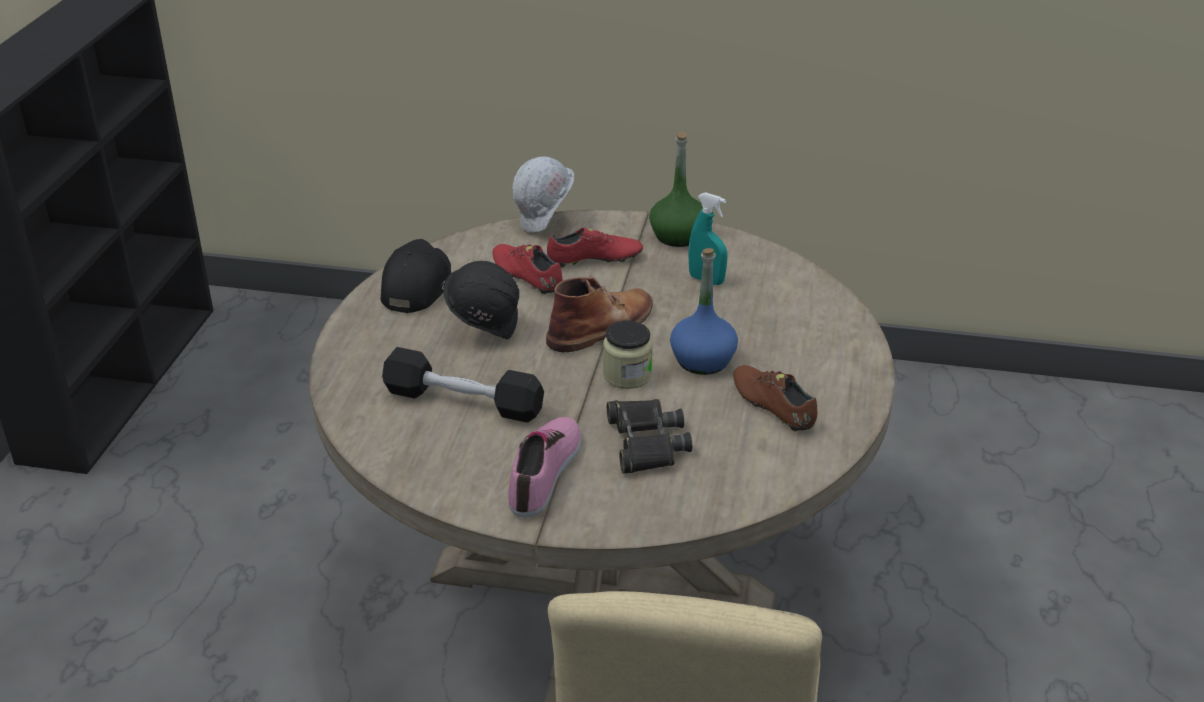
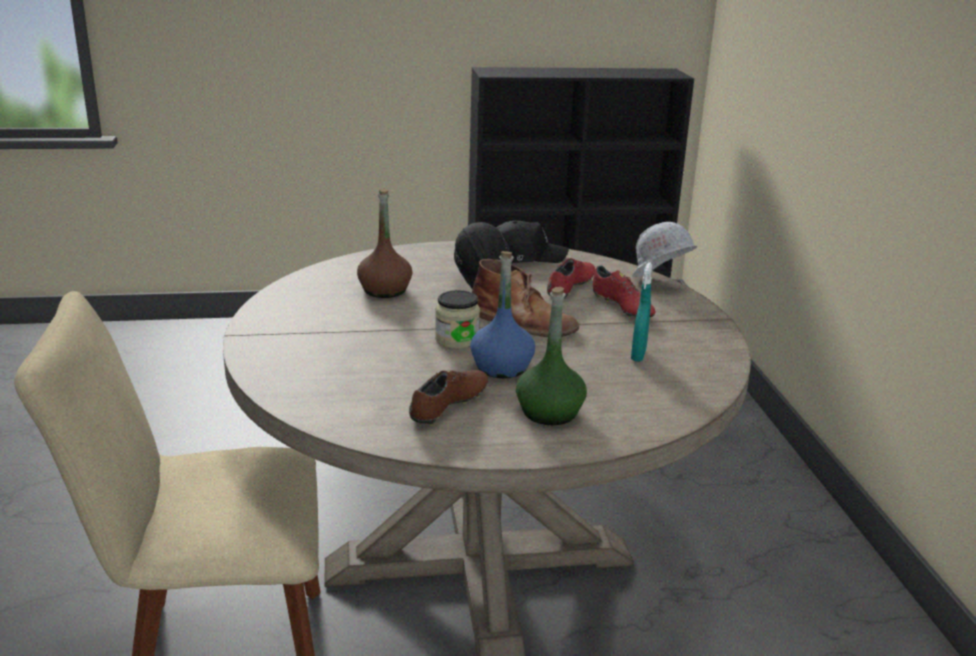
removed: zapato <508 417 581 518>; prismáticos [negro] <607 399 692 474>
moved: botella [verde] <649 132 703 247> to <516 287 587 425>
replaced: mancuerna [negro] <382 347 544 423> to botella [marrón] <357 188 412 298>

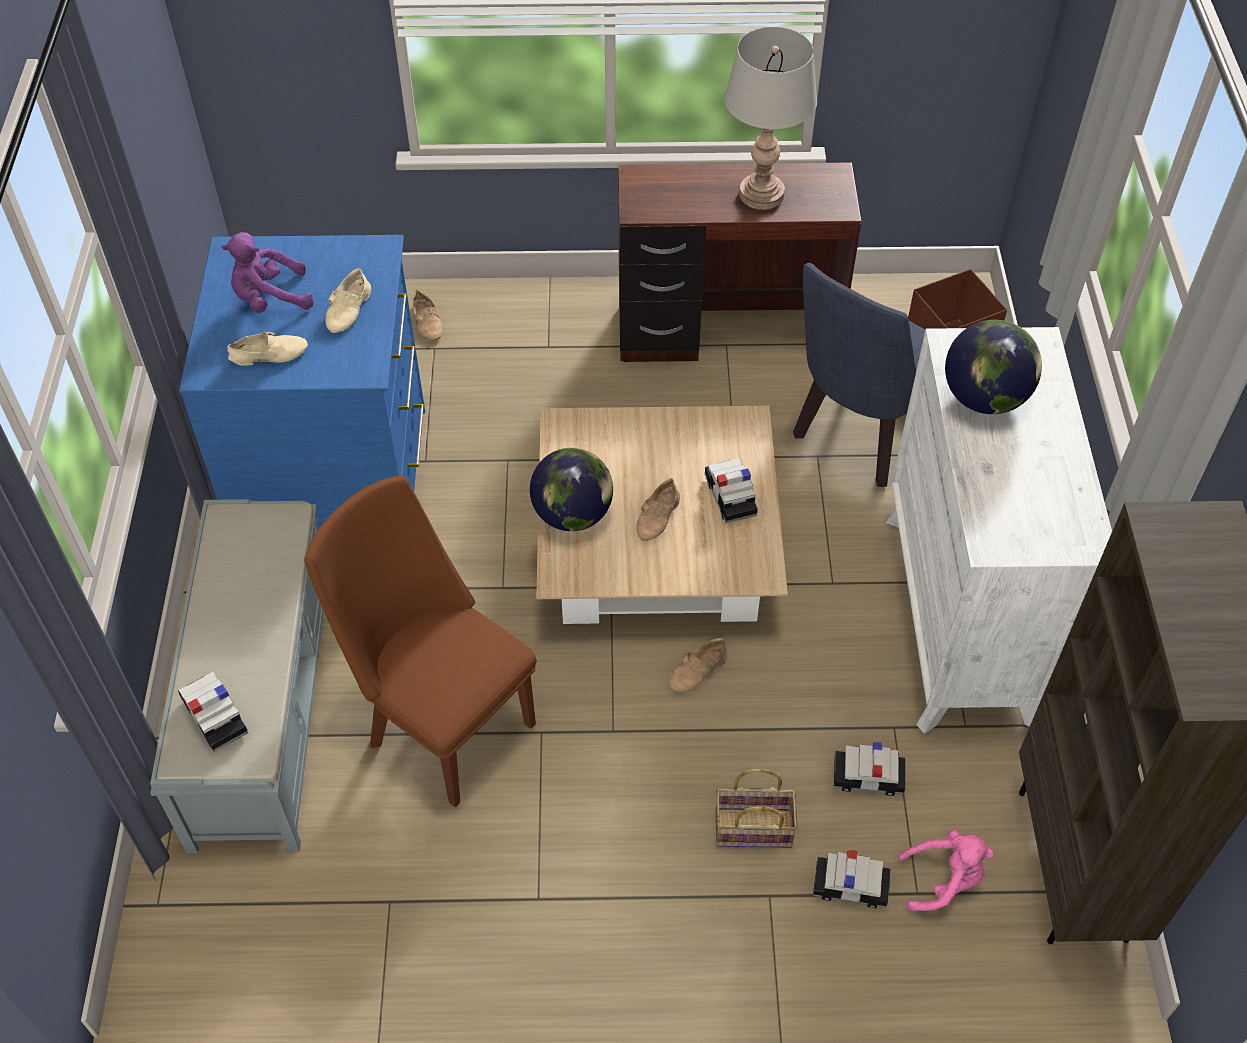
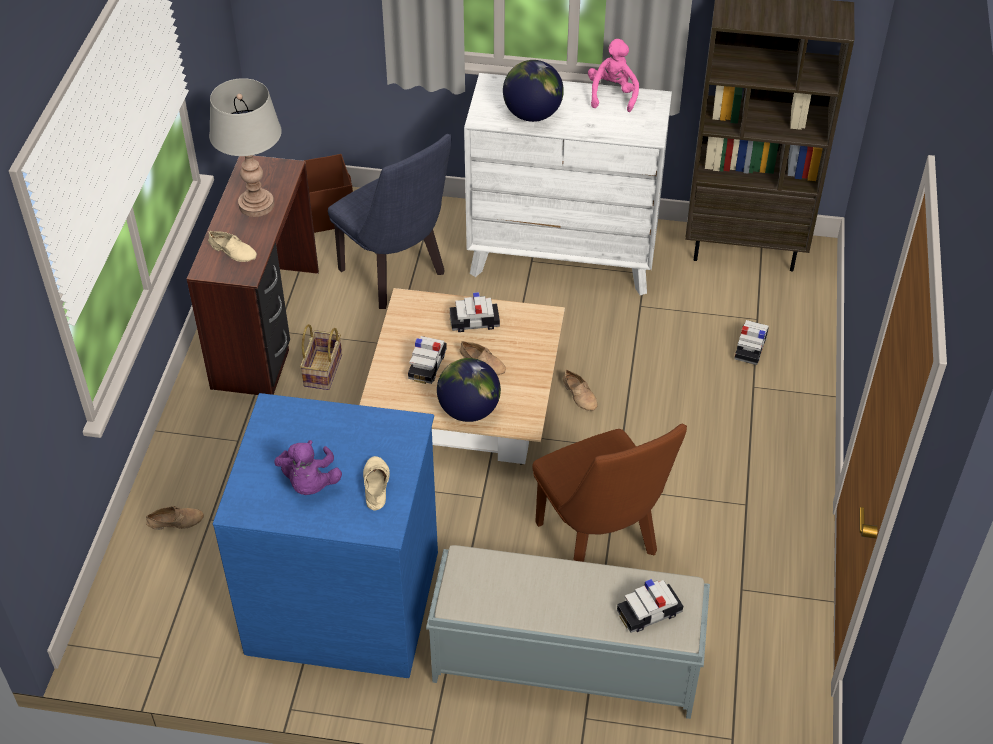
moved: zapato [beis] <326 268 371 333> to <208 231 257 262>; cesta <715 769 798 848> to <300 324 342 390>; coche de juguete <833 742 905 796> to <408 336 447 384>; peluche [rosa] <898 829 994 911> to <588 39 639 112>
turned: silla [marrón] <304 475 536 807> = <532 424 687 562> 75 degrees counterclockwise

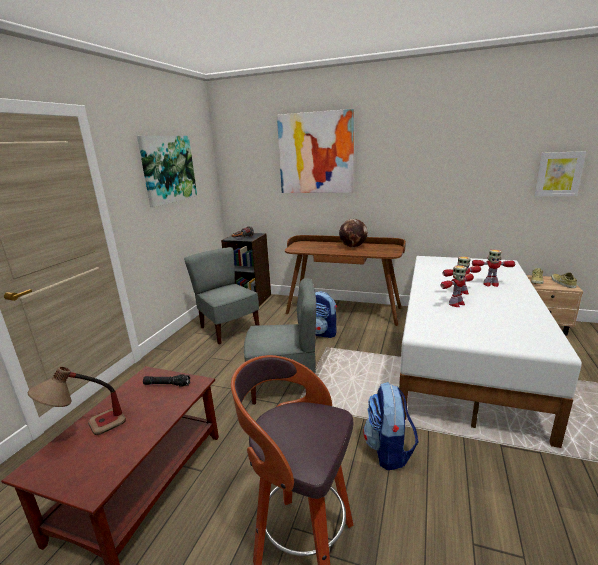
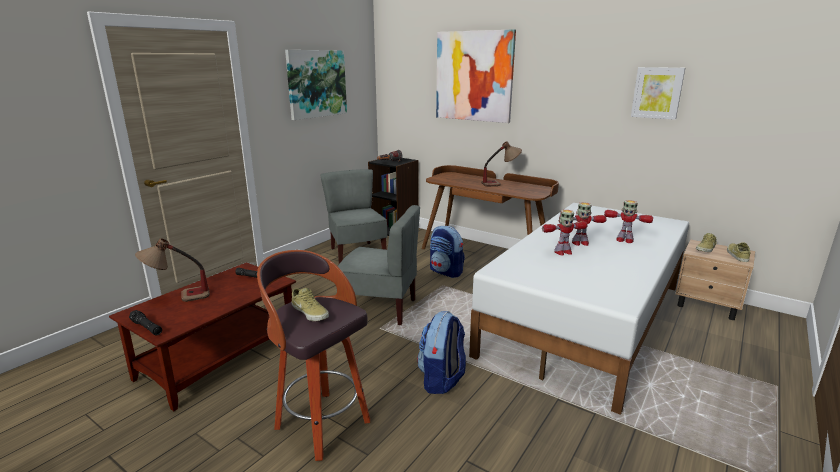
added: linterna [negro] <129 310 162 335>; zapato [beis] <291 288 329 321>
moved: cuadro <534 151 586 196> to <631 67 685 120>
replaced: globo terráqueo <339 219 368 247> to lámpara de mesa <481 141 522 186>

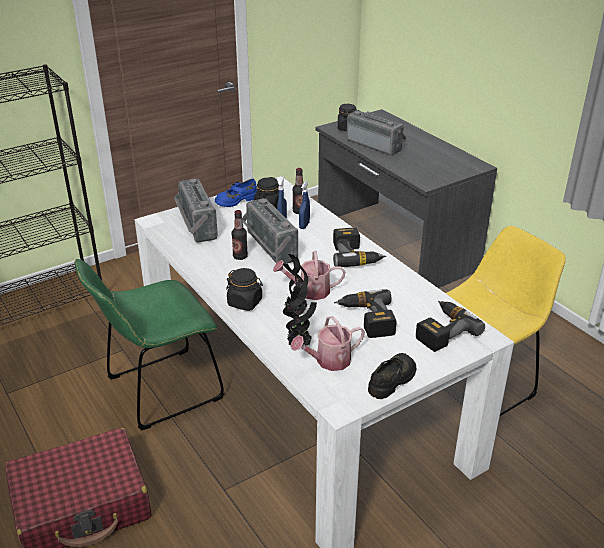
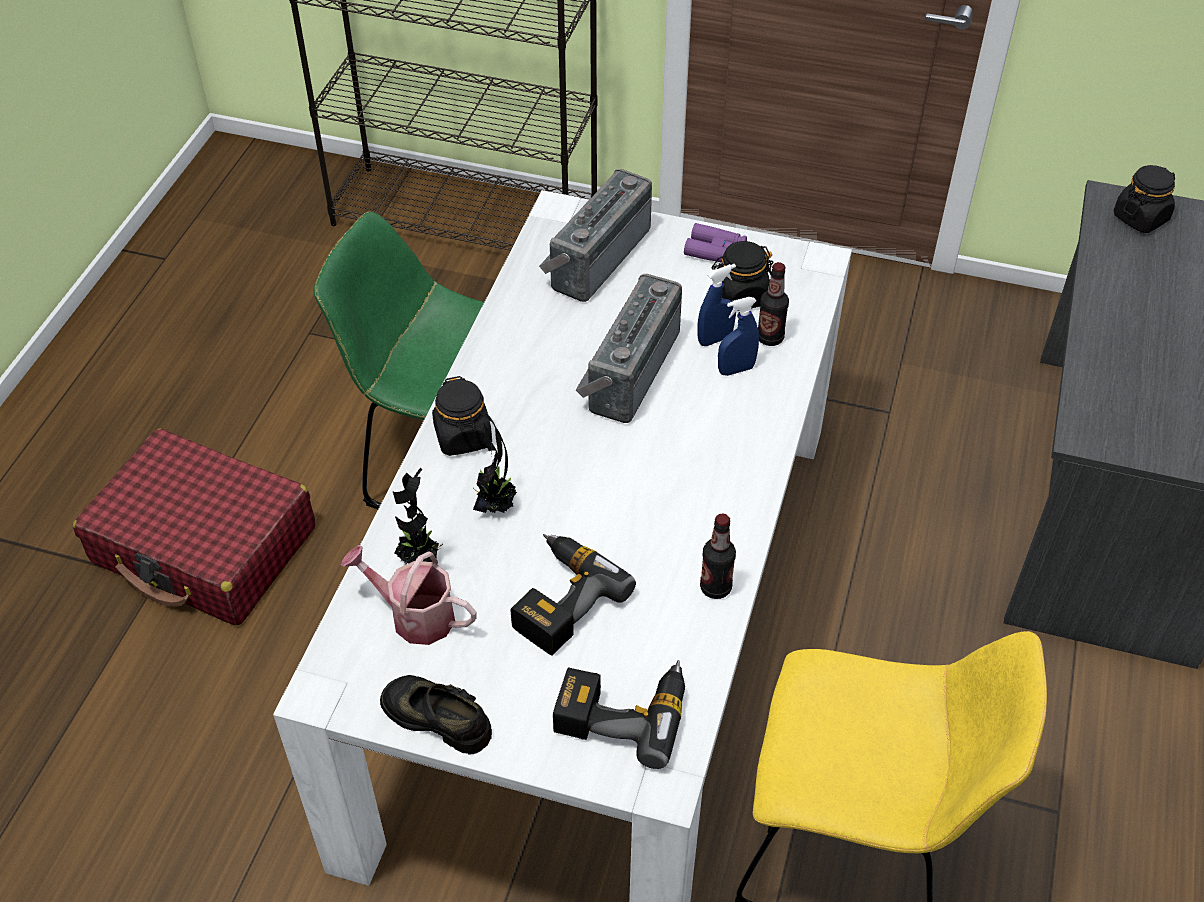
removed: regadera <273 251 345 300>; taladro <333 228 386 267>; radio <347 110 407 155>
moved: botella <232 210 248 260> to <700 514 736 599>
replaced: zapato [azul] <215 179 257 207> to prismáticos [morado] <684 223 747 263>
turned: zapato [negro] <368 353 416 399> = <380 675 492 755> 150 degrees counterclockwise

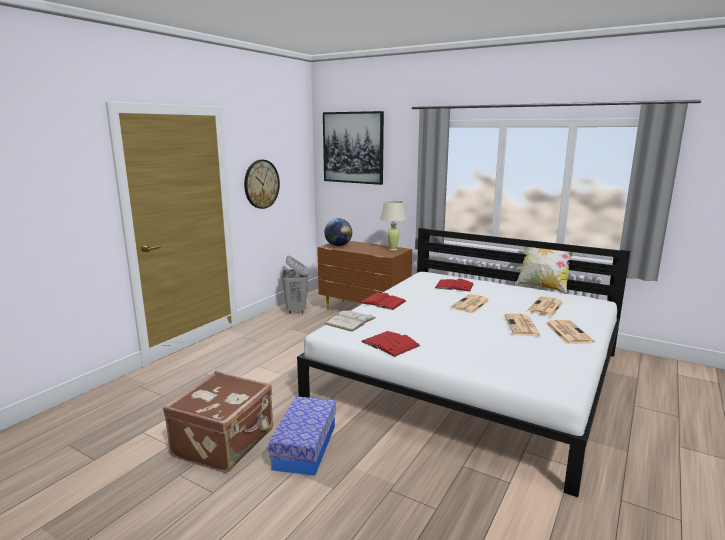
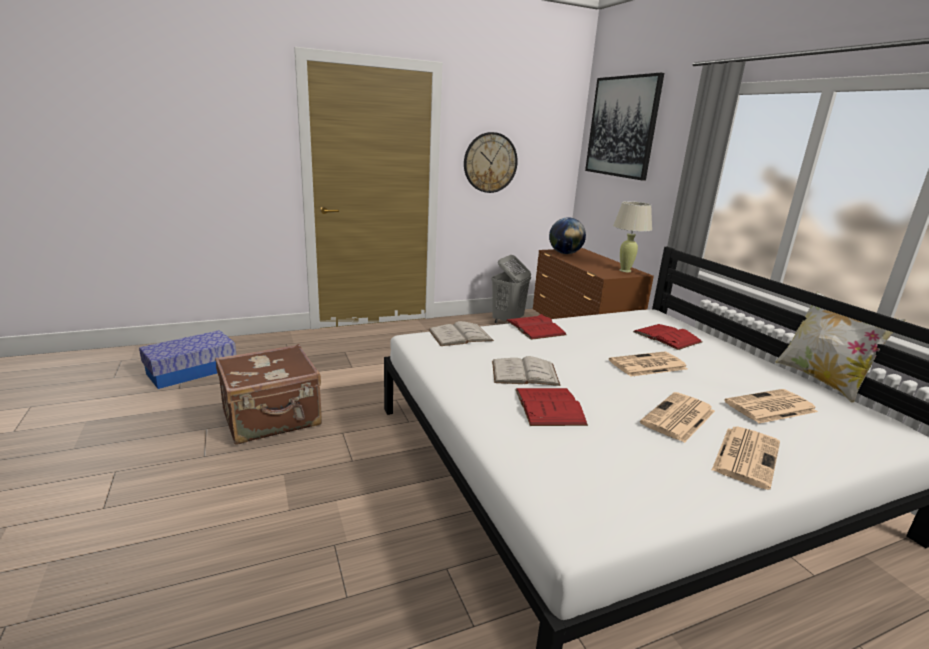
added: libro [blanco] <492 356 561 386>
moved: caja de almacenaje <268 396 336 476> to <139 330 237 389>; libro [rojo] <361 331 420 357> to <515 388 588 426>

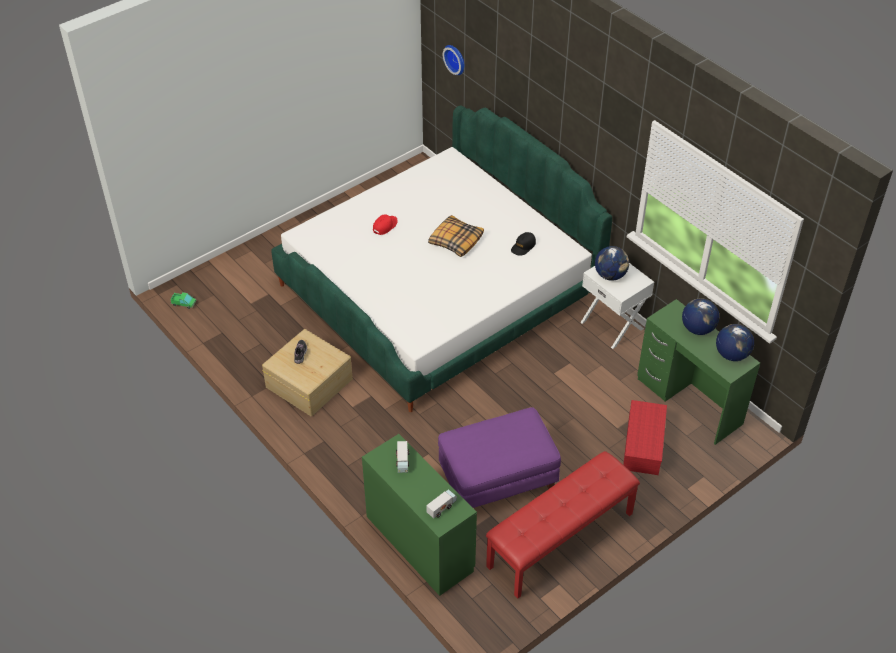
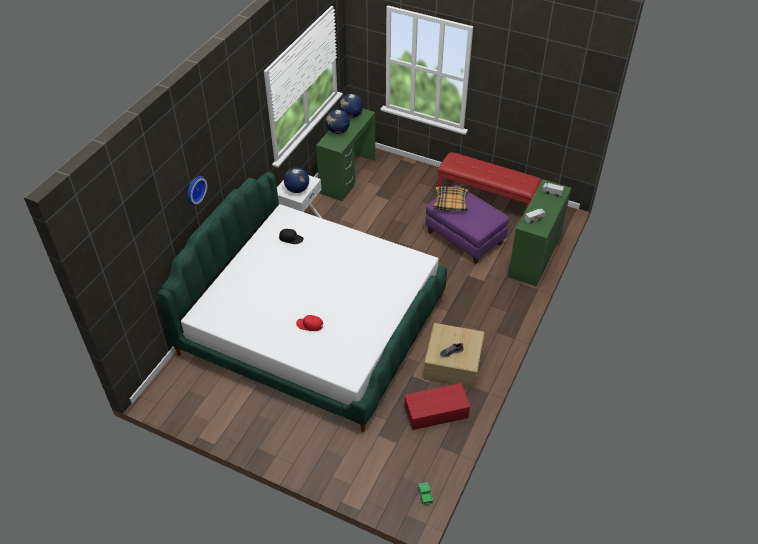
moved: reloj de pared <443 45 464 75> to <187 176 207 205>; caja de almacenaje [rojo] <623 400 667 475> to <404 383 470 430>; cojín <428 215 484 257> to <433 187 469 212>

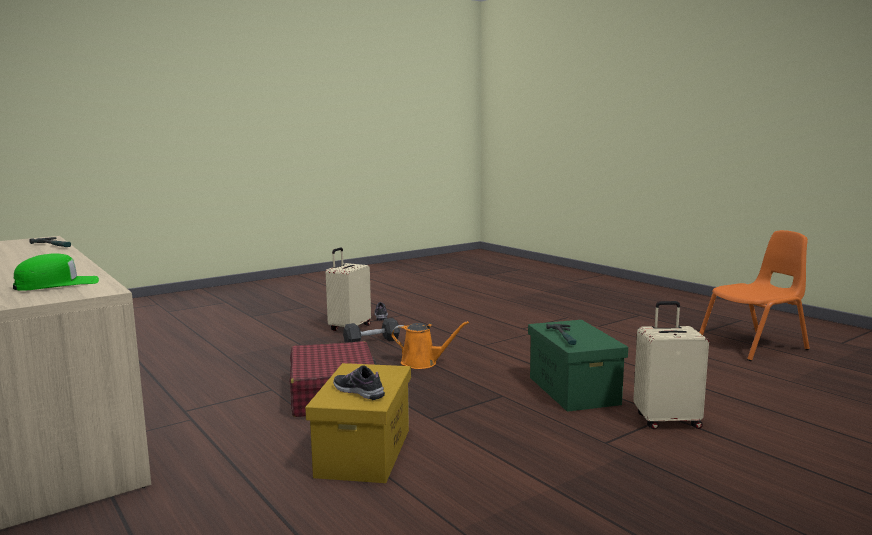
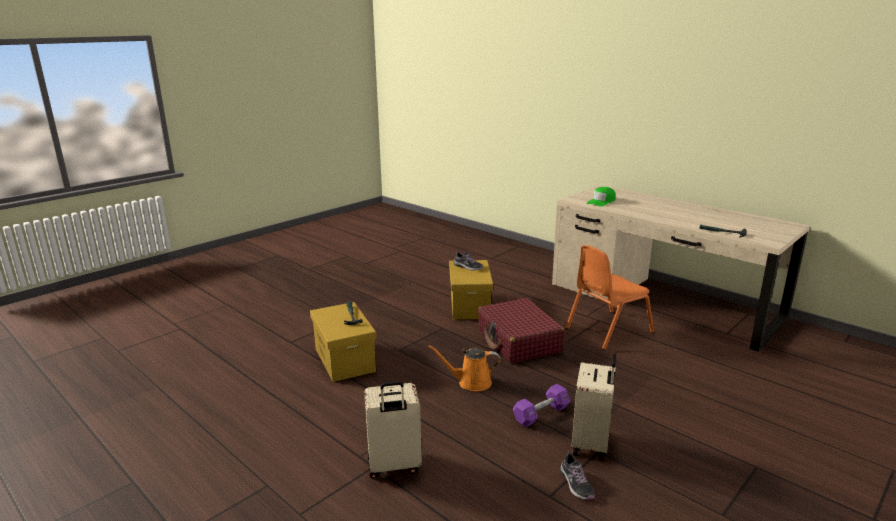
moved: maleta [beis] <633 301 709 429> to <364 381 422 479>; silla [naranja] <699 230 810 361> to <566 245 654 350>
recoloured: caja de almacenaje [verde] <528 320 628 412> to caja de almacenaje [amarillo] <310 302 376 382>; mancuerna [negro] <343 318 400 343> to mancuerna [morado] <513 384 570 427>

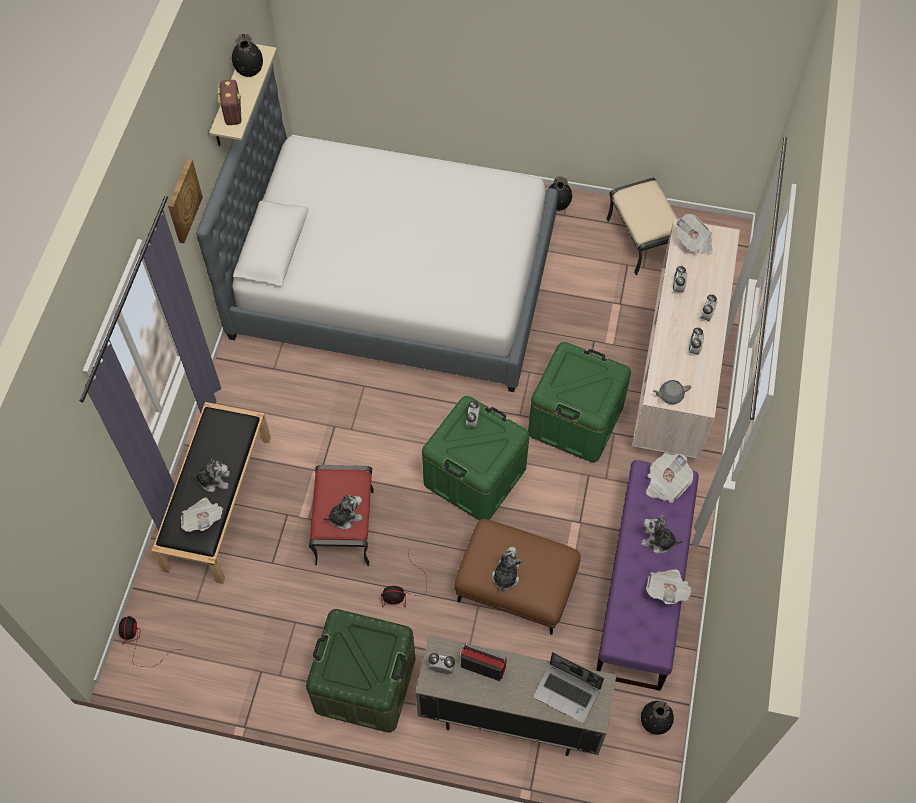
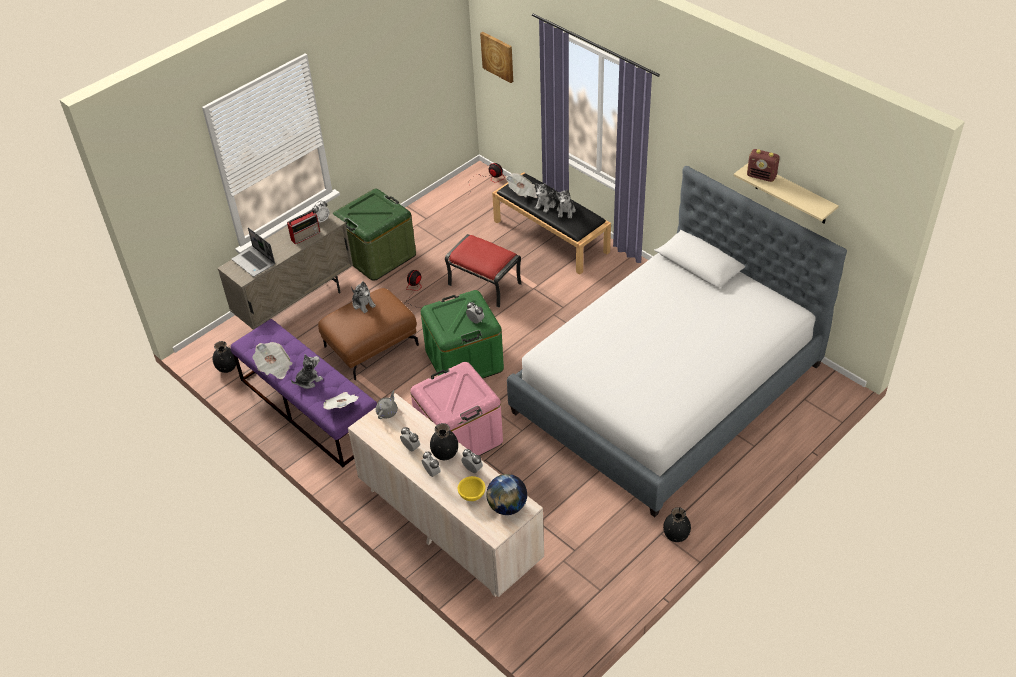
removed: puf [beis] <606 178 677 275>
added: cuenco [amarillo] <458 476 485 501>
moved: florero [negro] <232 34 263 77> to <430 423 458 460>; cuadro <168 158 203 243> to <480 32 513 83>; peluche <323 494 363 529> to <556 189 576 218>
replaced: periódico <676 214 713 254> to globo terráqueo <486 474 527 515>
recoloured: caja de almacenaje [verde] <528 342 631 462> to caja de almacenaje [rosa] <411 362 503 456>
turned: portátil <533 652 604 723> = <232 227 275 277> 105 degrees counterclockwise

